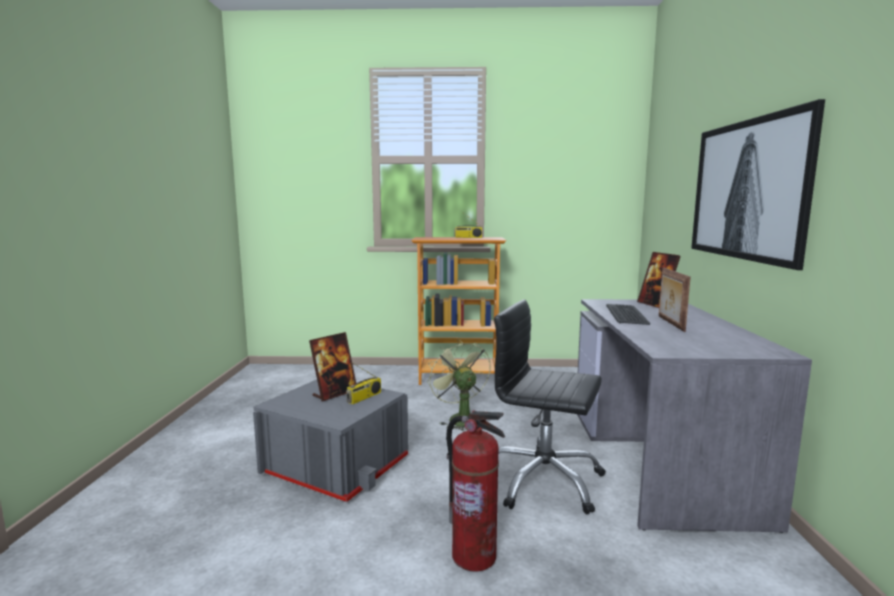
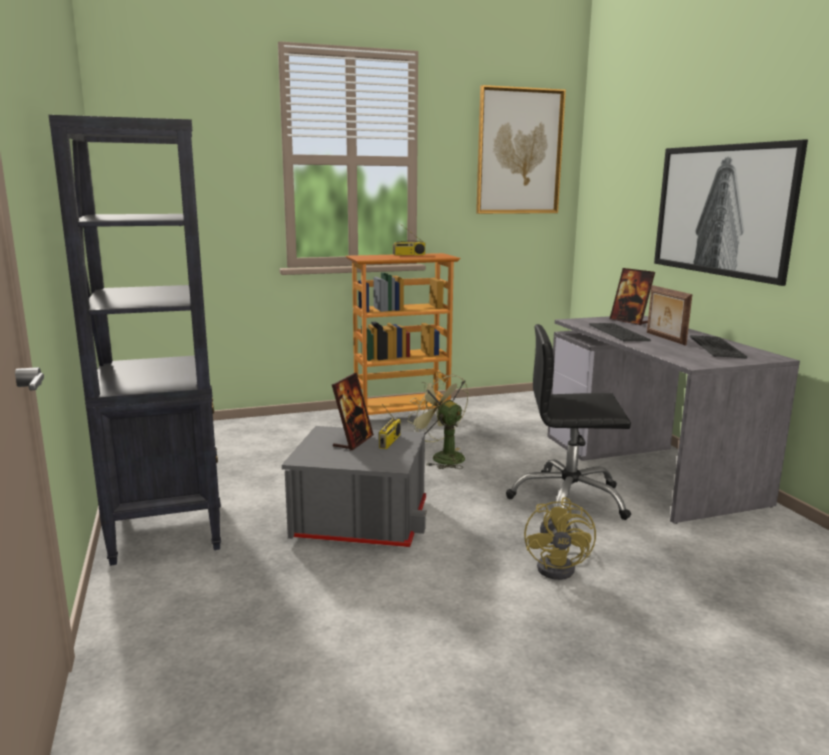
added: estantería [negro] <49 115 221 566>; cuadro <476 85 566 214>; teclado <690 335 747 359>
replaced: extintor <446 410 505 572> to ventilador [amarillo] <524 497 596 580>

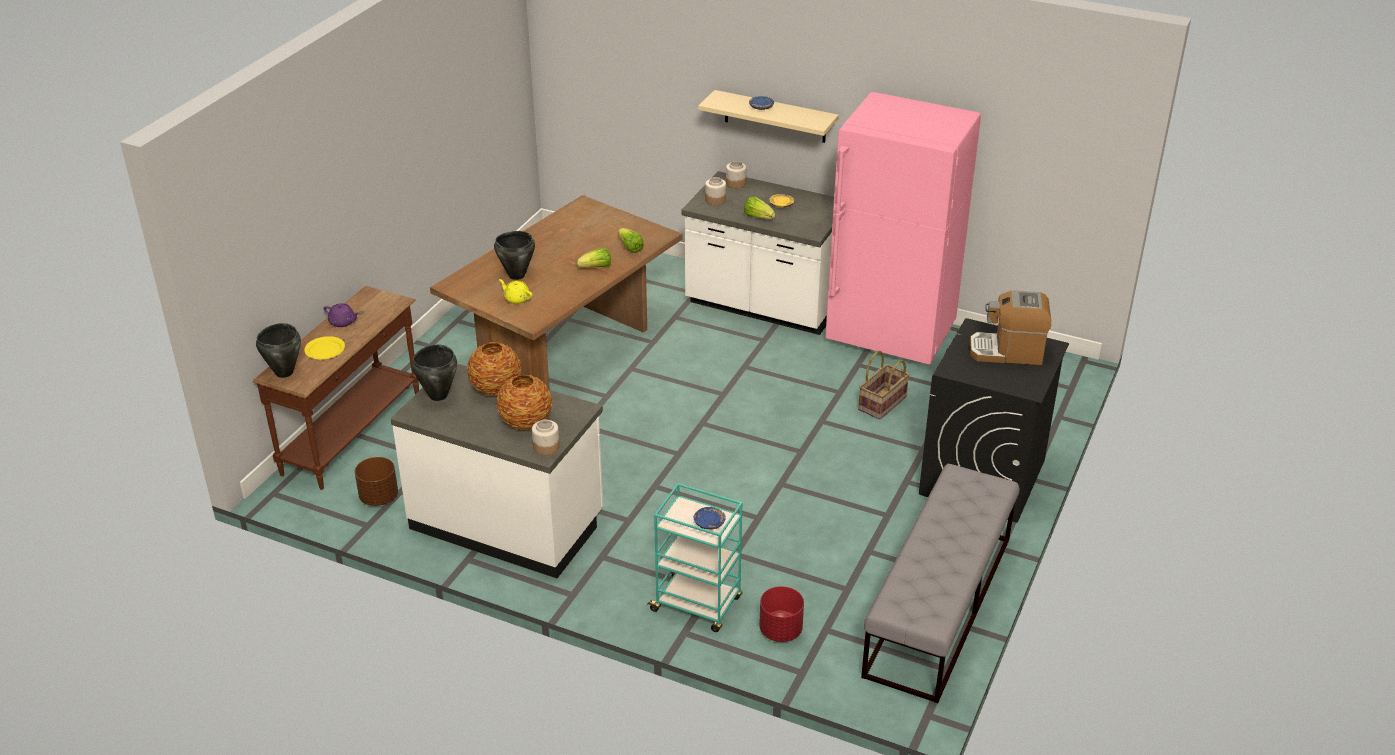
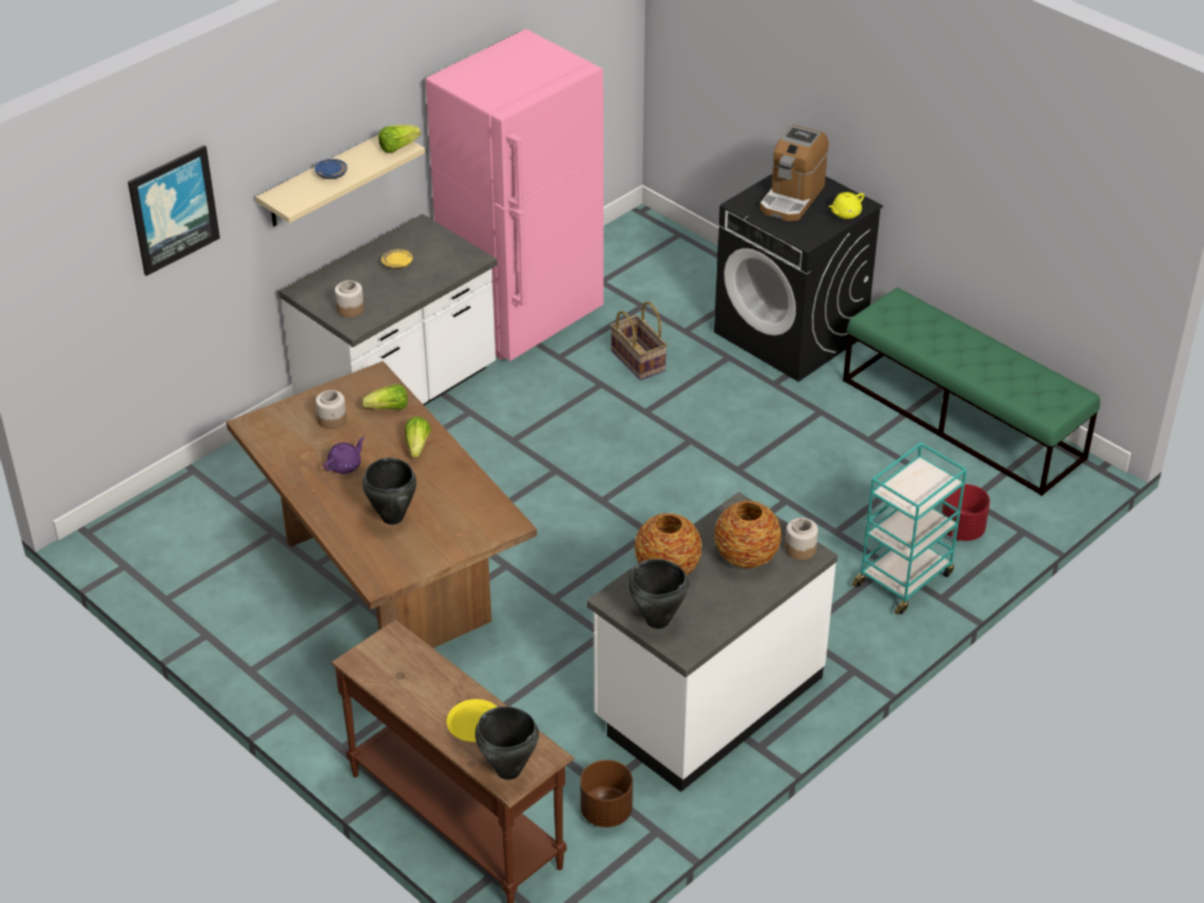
removed: plato [azul] <694 507 726 530>
added: cuadro <128 145 220 276>
moved: tarro <726 161 747 189> to <316 390 347 429>; tetera [morado] <324 303 360 327> to <324 437 365 474>; lechuga <744 197 776 219> to <379 124 421 153>; tetera [amarillo] <499 279 533 304> to <829 192 865 219>
recoloured: banco [gris] <861 464 1020 703> to banco [verde] <843 288 1100 496>

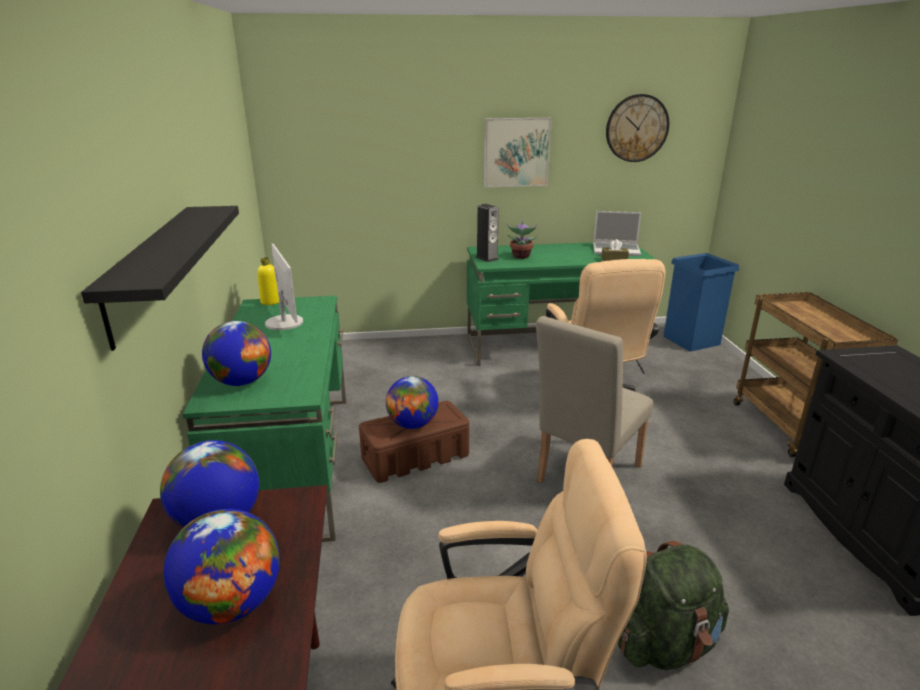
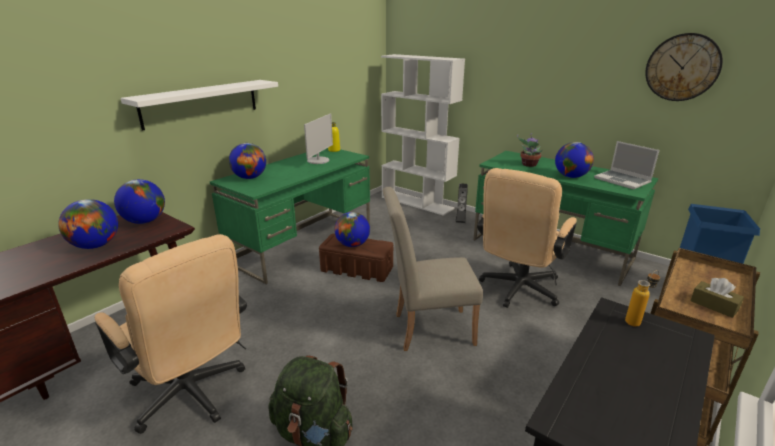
removed: cuadro <484 118 552 187>
added: estantería [blanco] <381 54 465 216>; globo terráqueo <555 142 594 178>; botella <625 270 660 327>
moved: altavoz <476 204 499 262> to <456 183 468 223>; caja de pañuelos [marrón] <601 239 629 261> to <690 278 744 318>
recoloured: estante [negro] <81 206 239 351> to estante [blanco] <120 80 278 130>

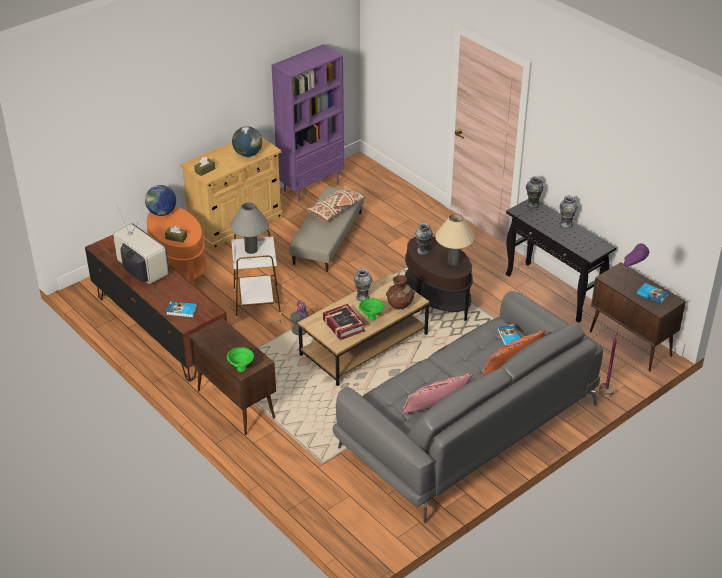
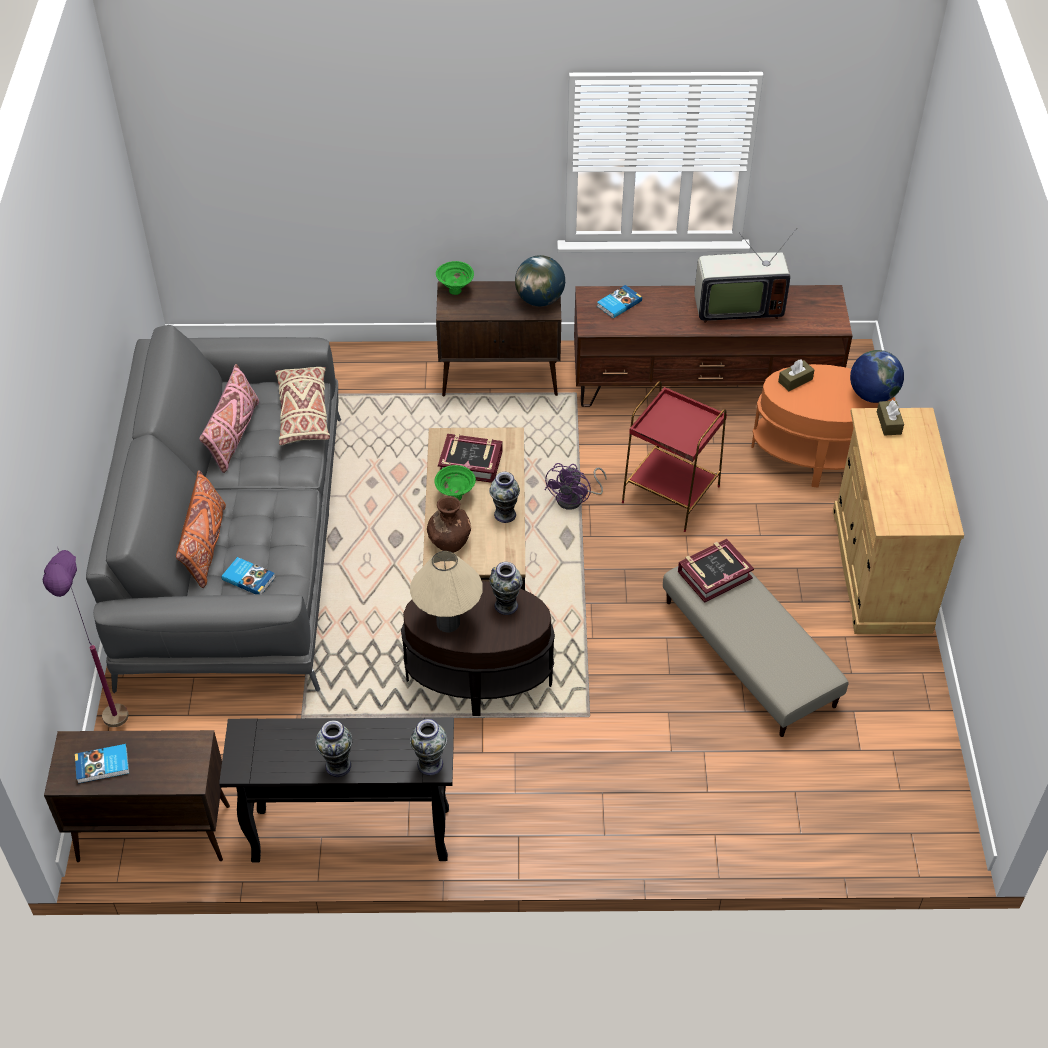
removed: lámpara de mesa [gris] <230 202 269 254>; estantería [morado] <272 44 344 202>
added: libro <678 539 754 603>
moved: cojín [beis] <305 186 365 223> to <275 367 330 445>; globo terráqueo <232 126 262 157> to <515 255 565 306>
recoloured: mesa auxiliar [blanco] <231 230 281 318> to mesa auxiliar [rojo] <622 381 727 532>

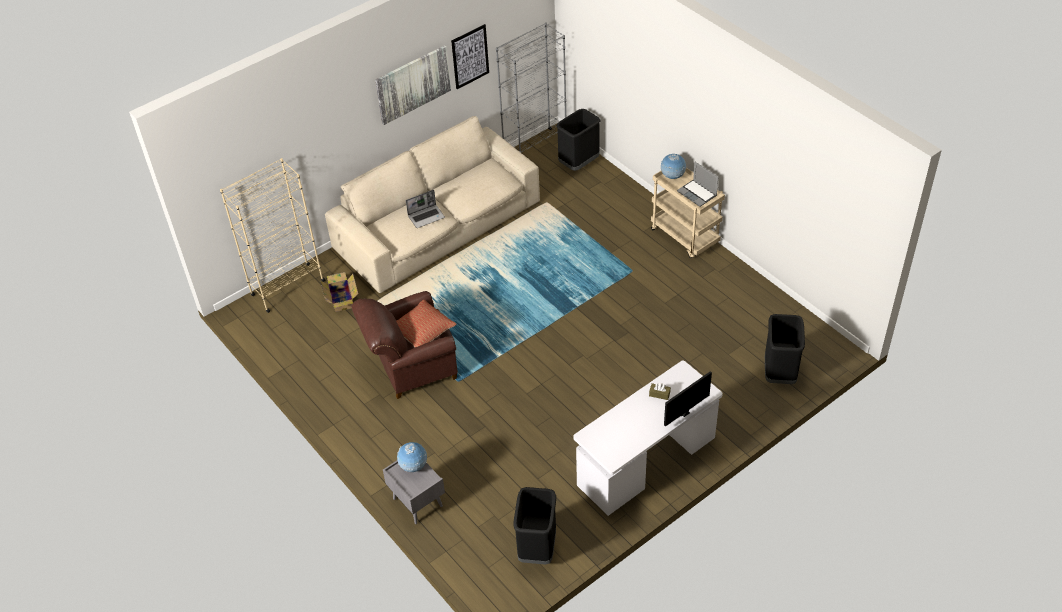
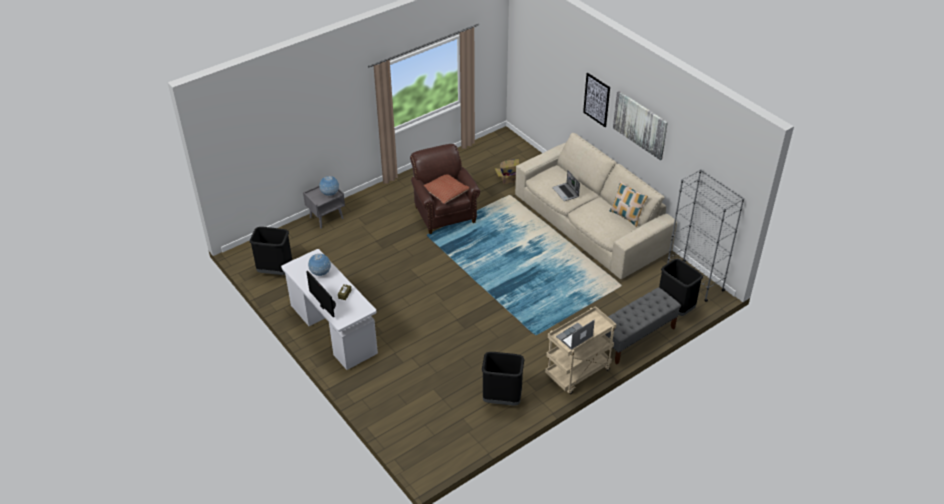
removed: estantería [beis] <220 158 325 313>
added: banco [gris] <605 287 681 364>; cojín <610 181 648 227>
moved: globo terráqueo <661 154 686 179> to <308 254 331 276>; papelera [negro] <765 314 805 384> to <482 352 524 405>; cuadro <451 24 489 89> to <583 73 610 127>

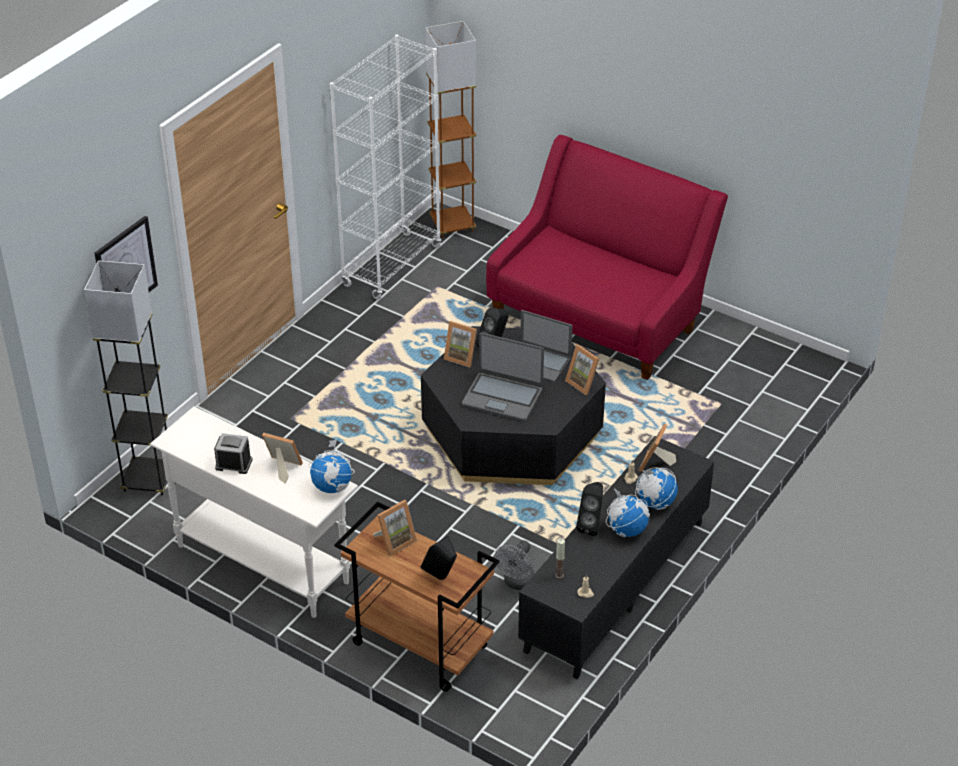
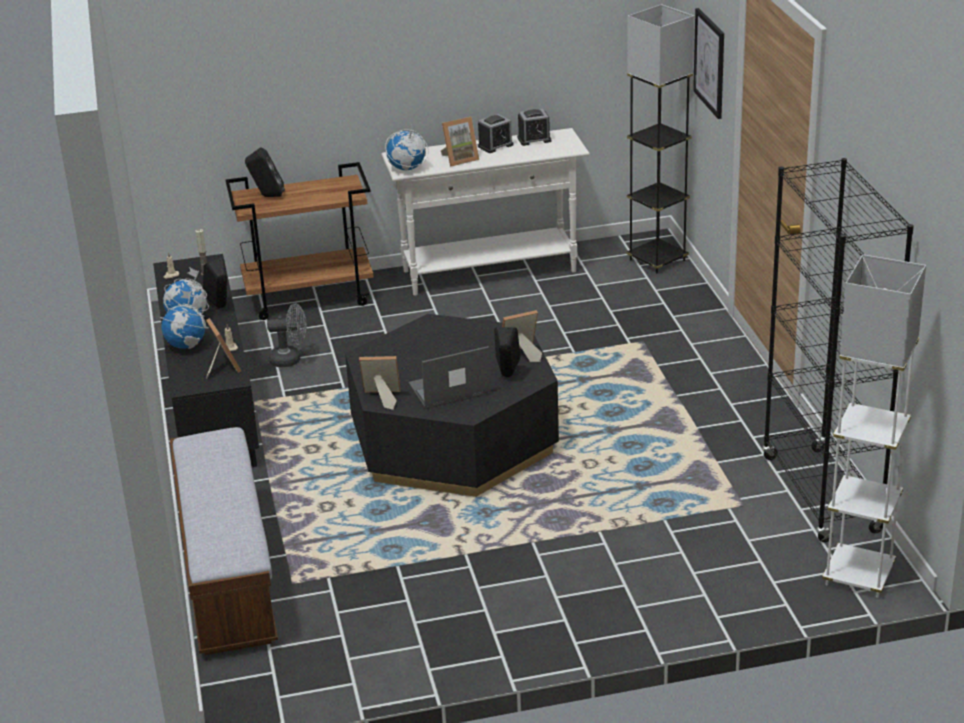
removed: portarretratos <373 500 417 556>; portátil <462 333 544 421>; sofá [rojo] <486 135 728 380>
added: banco <170 427 278 655>; despertador <517 109 551 146>
recoloured: estantería [blanco] <330 35 441 300> to estantería [negro] <762 158 914 542>; lámpara de pie [marrón] <425 21 476 238> to lámpara de pie [blanco] <822 254 926 598>
turned: ventilador [gris] <494 540 535 590> = <267 304 307 367> 105 degrees clockwise

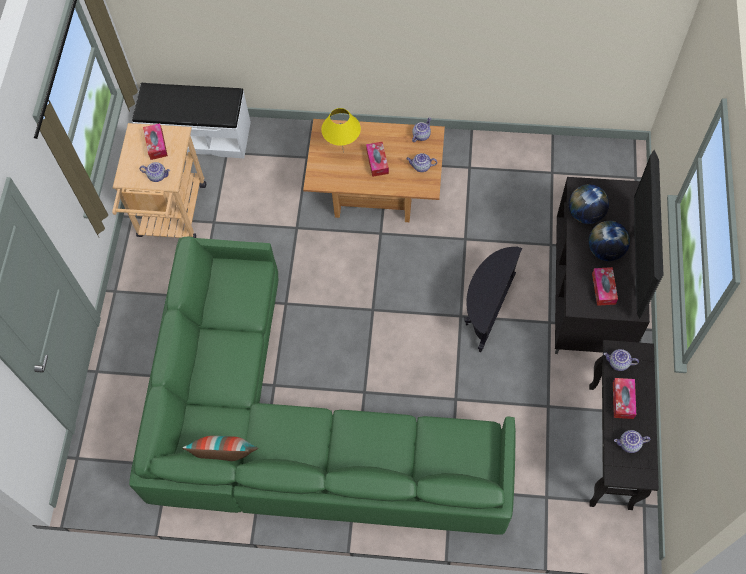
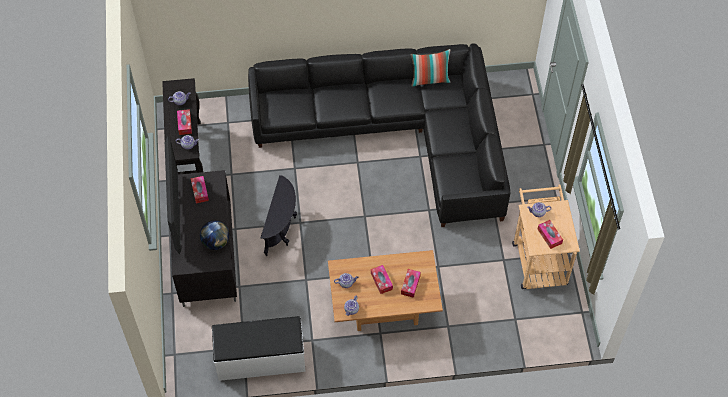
removed: globo terráqueo <588 221 630 261>
moved: banco [blanco] <132 83 251 159> to <212 316 306 381>
replaced: lámpara de mesa [amarillo] <321 108 361 153> to caja de pañuelos <401 269 421 298>
recoloured: sofá [verde] <129 237 516 535> to sofá [negro] <248 44 510 227>

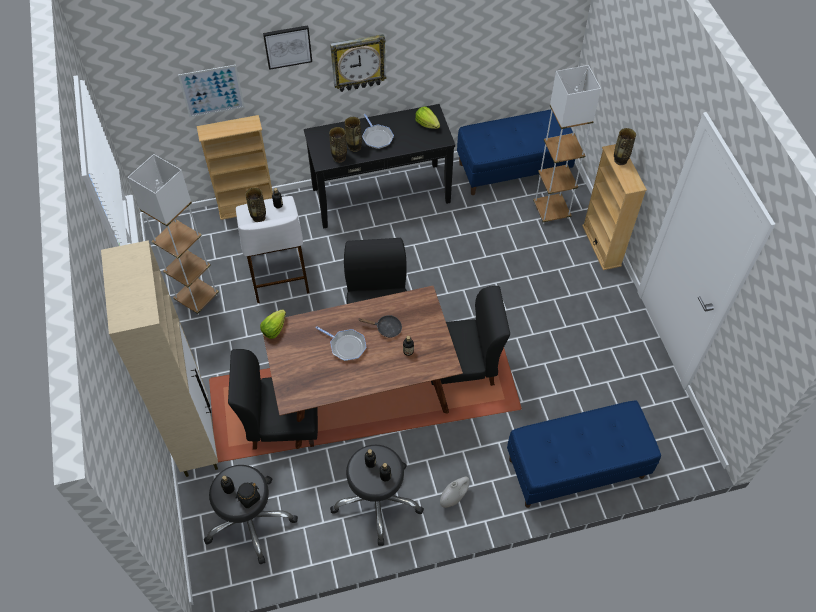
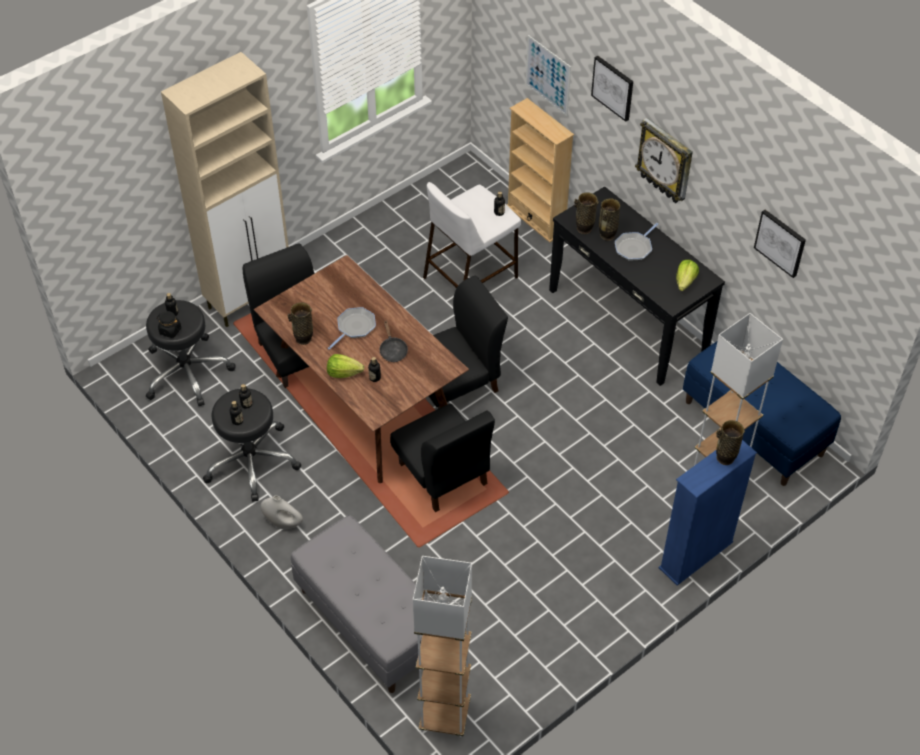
added: cuadro <754 210 806 278>
moved: florero <245 188 266 222> to <287 302 313 345>; lechuga <260 309 286 339> to <327 354 364 378>; lámpara de pie [blanco] <128 154 219 315> to <413 556 472 737>
recoloured: banco [azul] <507 400 661 508> to banco [gris] <291 515 431 693>; estantería [beis] <582 144 647 270> to estantería [azul] <658 440 757 586>
turned: sartén <316 326 367 361> = <328 307 376 350> 150 degrees counterclockwise

